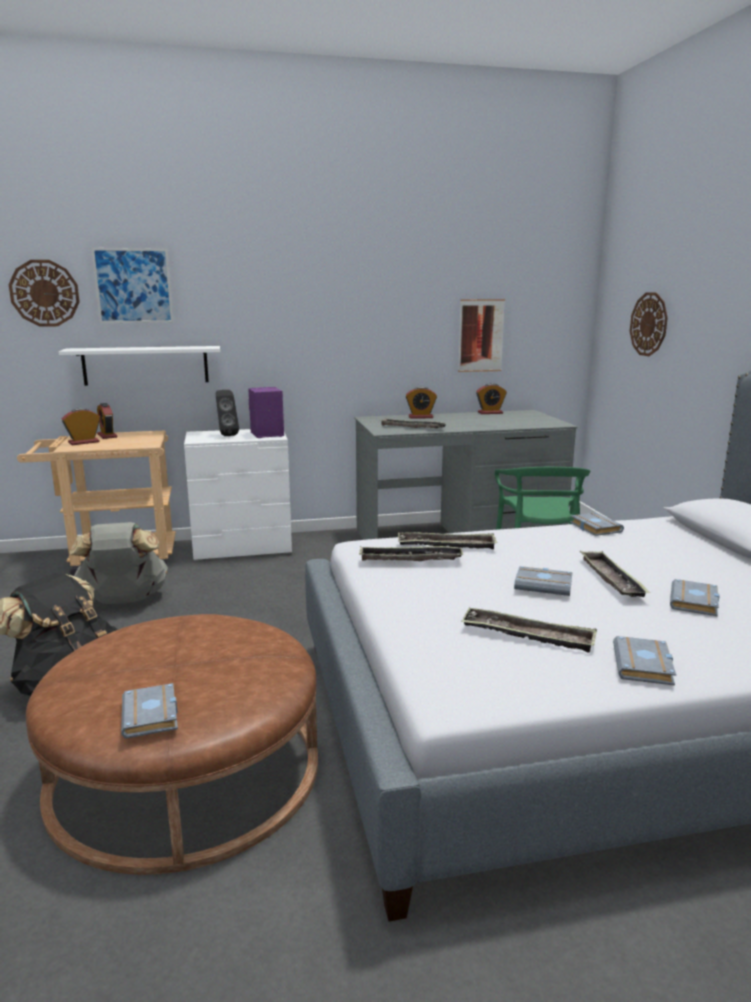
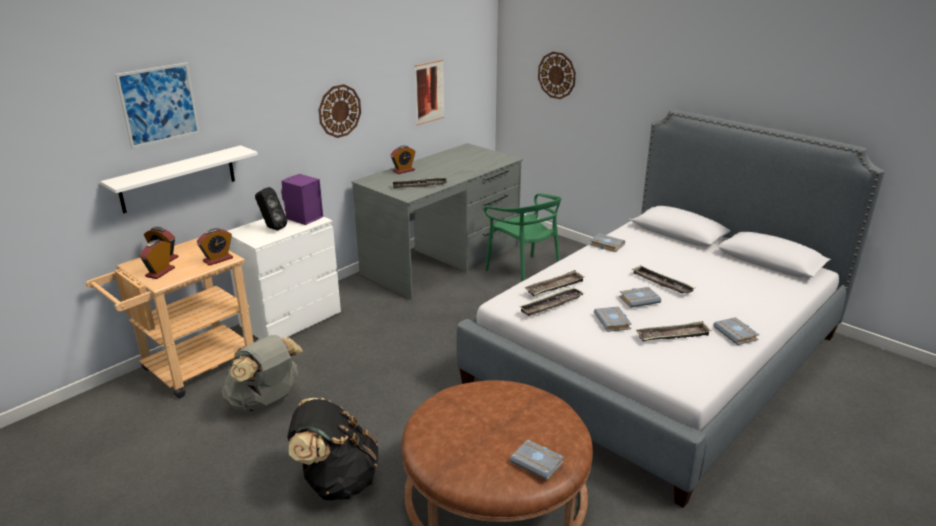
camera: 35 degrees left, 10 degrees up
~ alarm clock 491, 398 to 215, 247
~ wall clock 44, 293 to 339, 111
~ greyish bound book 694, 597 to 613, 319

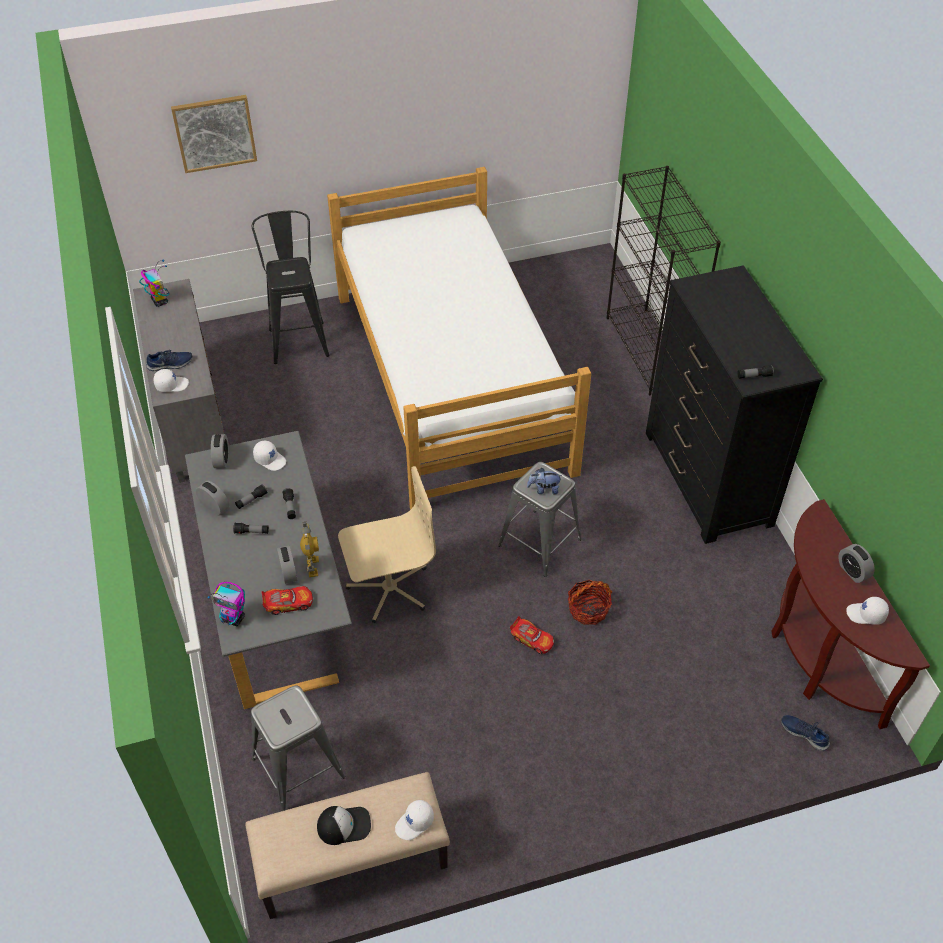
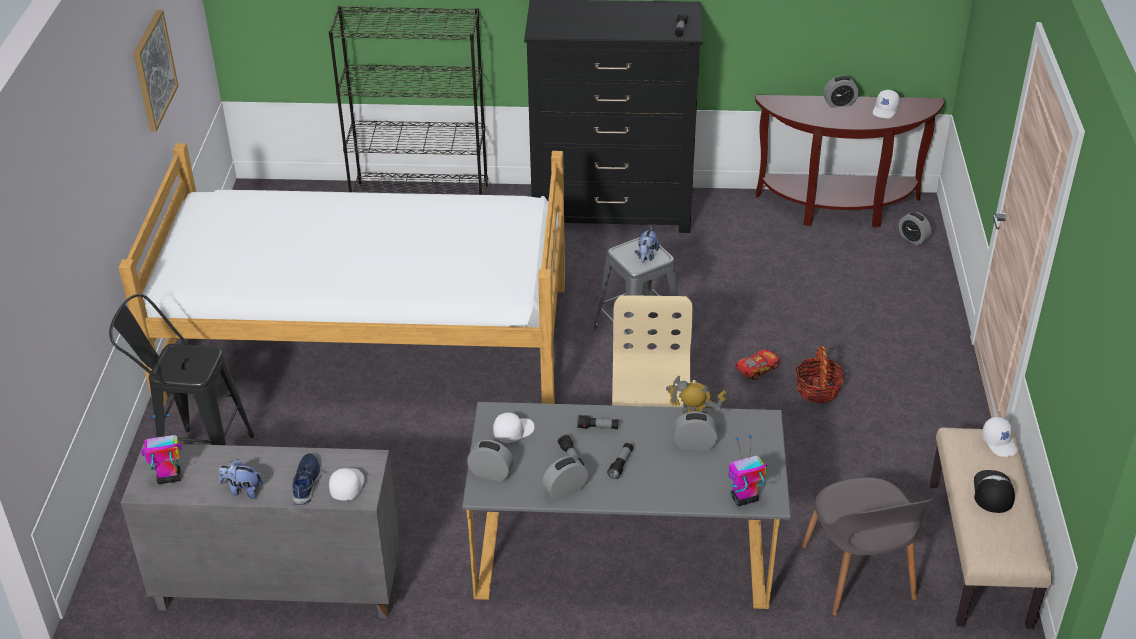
camera: 70 degrees left, 10 degrees down
~ wall art 214, 134 to 155, 71
+ soft toy 241, 479
~ model robot 226, 604 = 747, 470 150 degrees counterclockwise
~ storage basket 590, 602 to 820, 374
~ greyish sitting stool 298, 748 to greyish chair 868, 546
~ blue-coloured item of footwear 805, 733 to alarm clock 914, 229
- toy car 287, 600

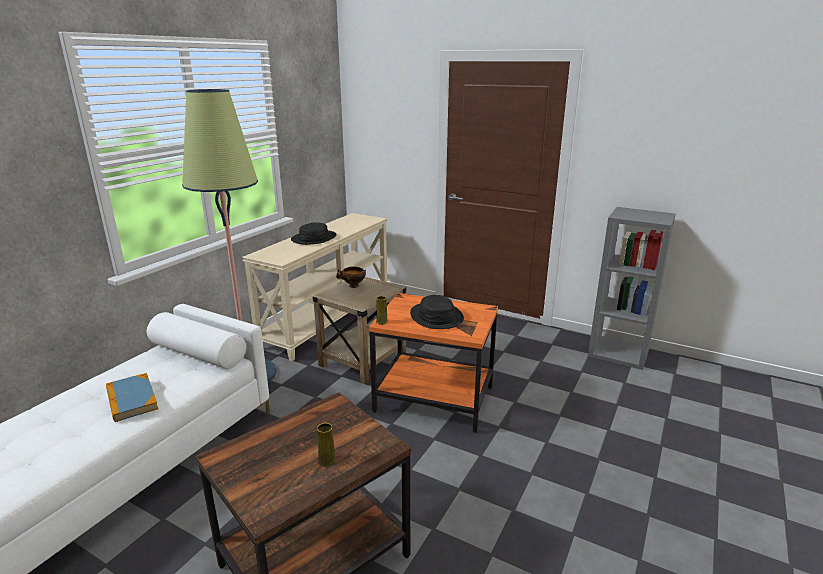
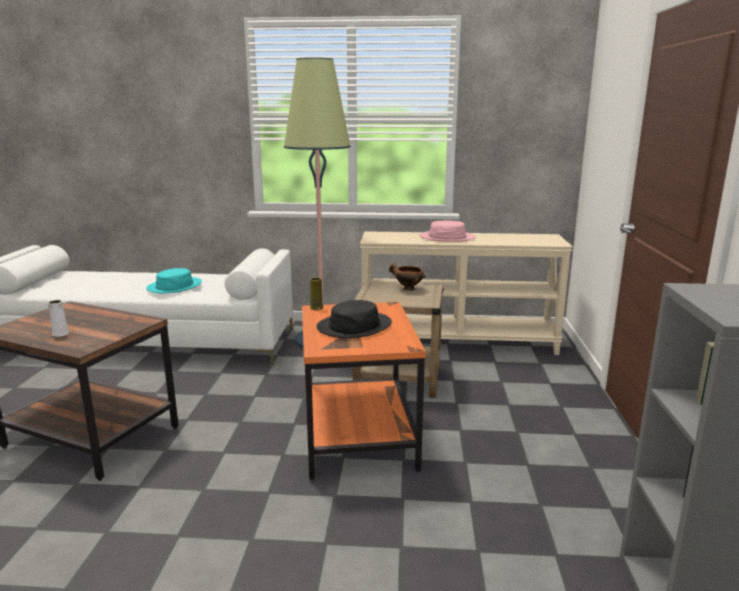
camera: 65 degrees right, 5 degrees down
~ yellowish decorative vase 326, 445 to white decorative vase 58, 318
~ bound book 132, 397 to blue-green clothing hat 174, 280
~ blackish clothing hat 313, 233 to pink-coloured clothing hat 447, 231

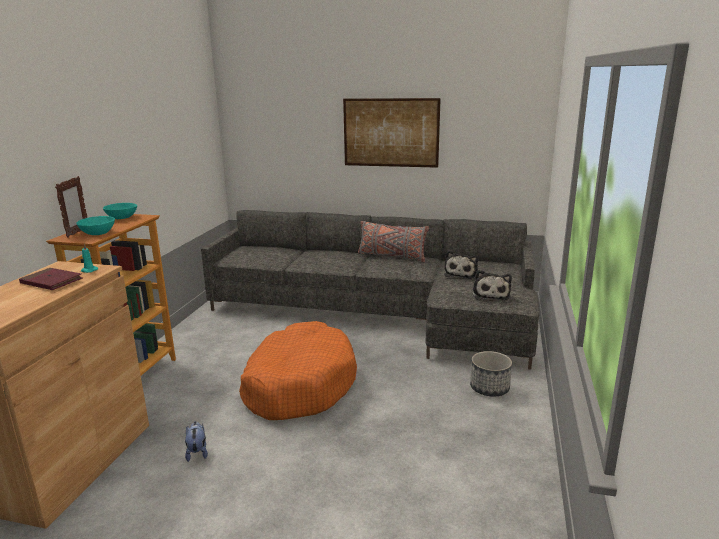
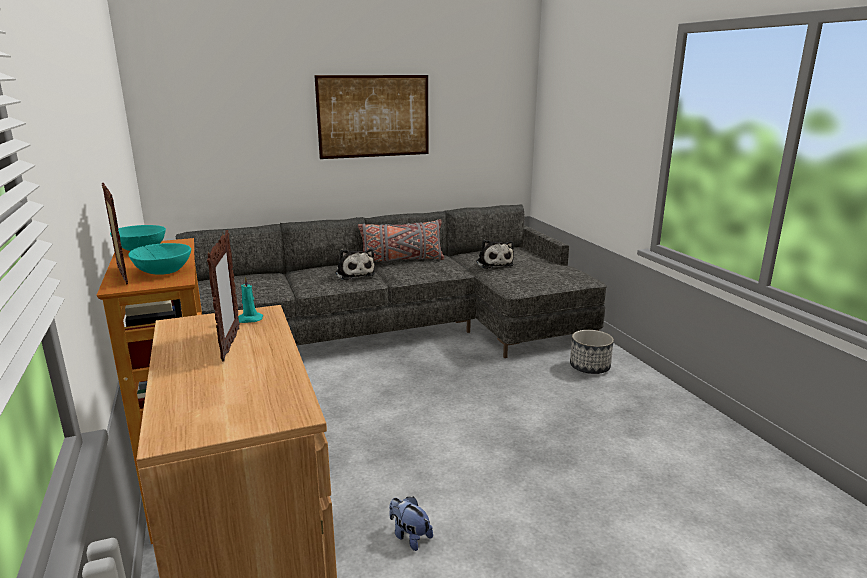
camera: 35 degrees left, 0 degrees up
~ red bound book 51, 279 to standing frame 223, 296
~ soft toy 492, 285 to 355, 264
- orange dog cushion 298, 370

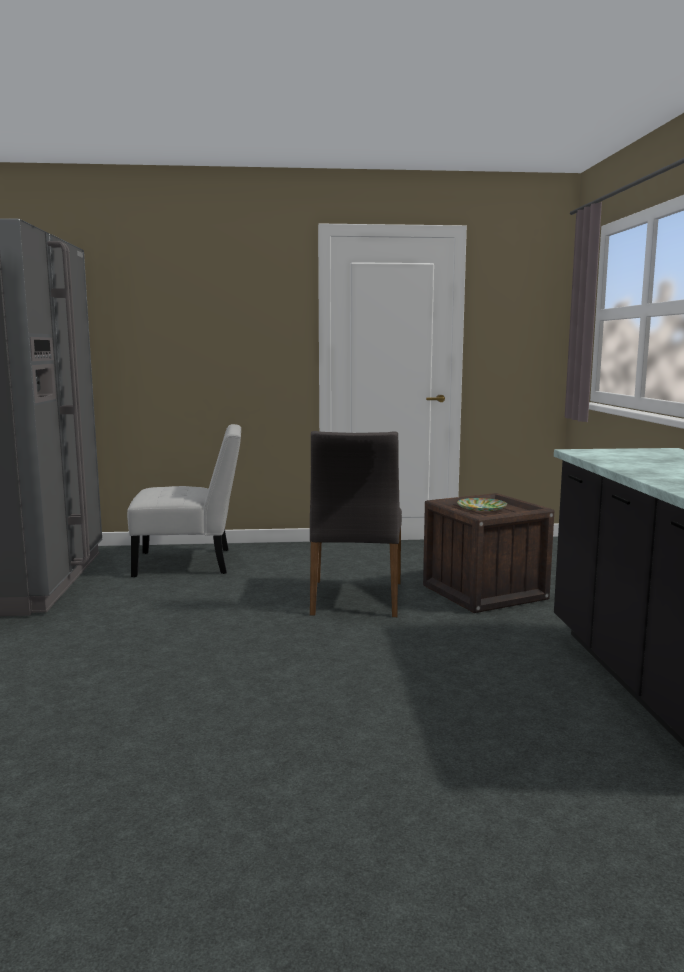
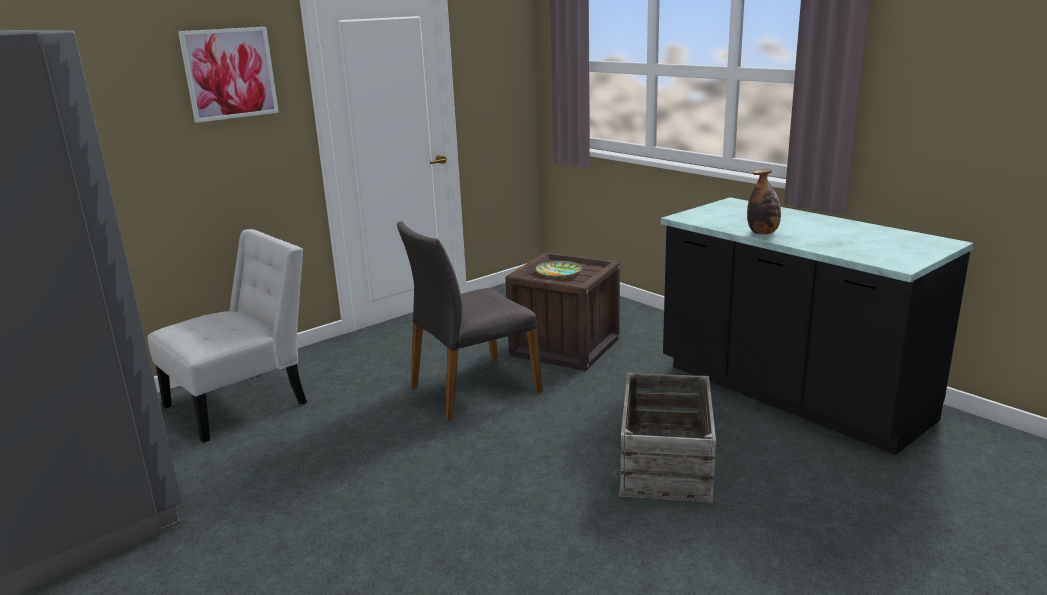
camera: 35 degrees left, 10 degrees up
+ wall art 228, 75
~ greyish chair 356, 524 = 469, 320 90 degrees clockwise
+ shipping crate 667, 438
+ beverage bottle 764, 201

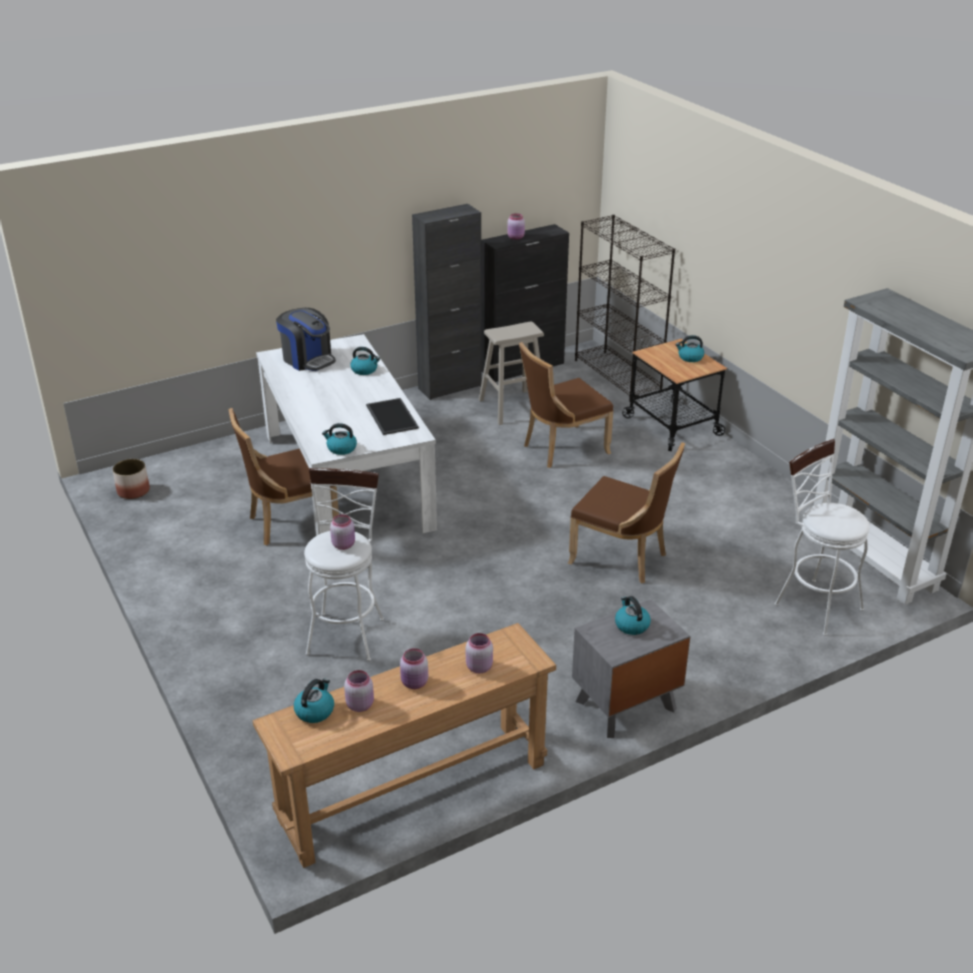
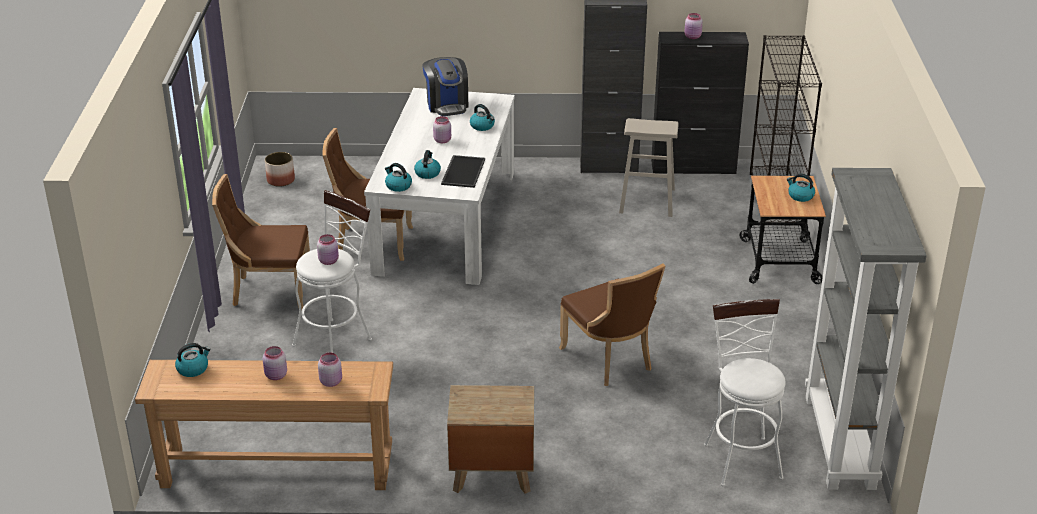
camera: 30 degrees right, 0 degrees up
~ brown-coloured chair 566, 405 to 261, 242
~ tea kettle 633, 615 to 427, 164
~ pink-coloured jar 359, 691 to 442, 129
~ greyish bedside table 631, 668 to brown-coloured bedside table 490, 439

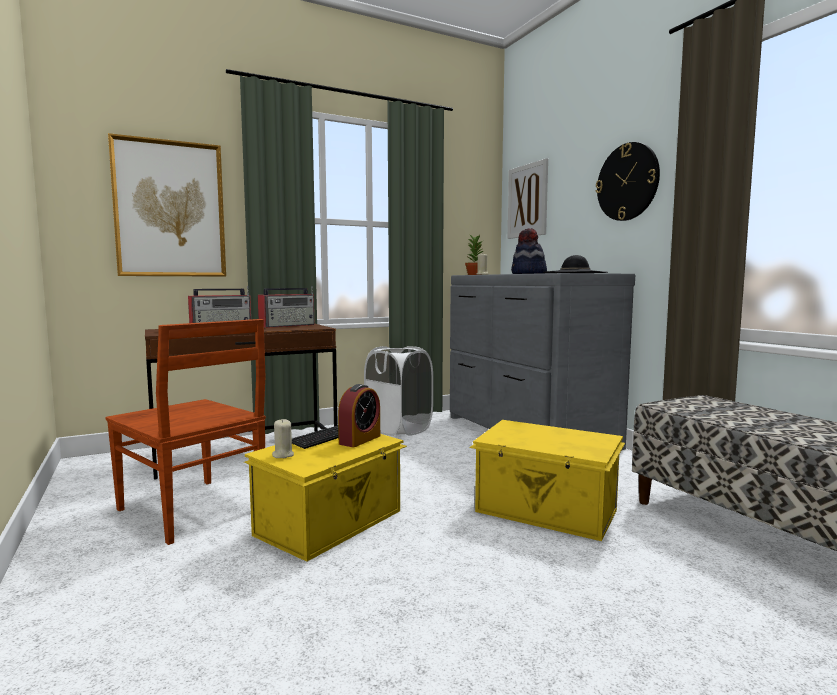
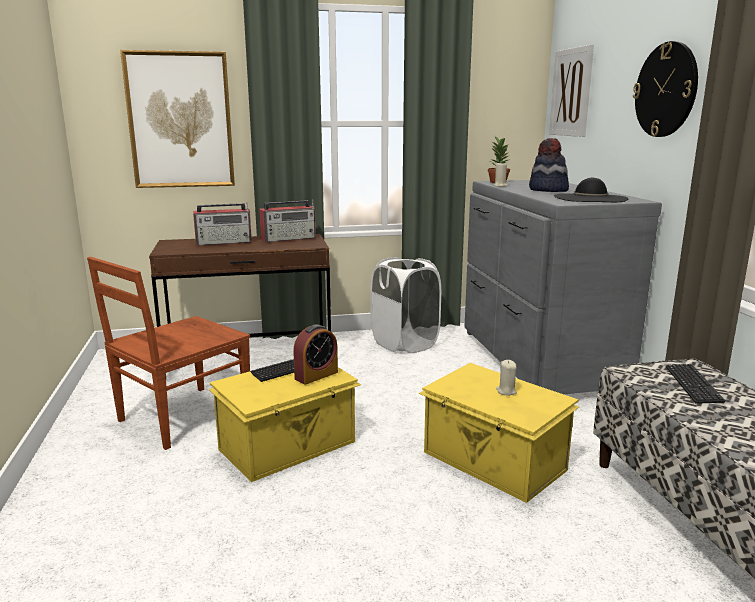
camera: 15 degrees right, 10 degrees up
~ brown-coloured chair 186, 432 = 168, 353 75 degrees clockwise
~ beige wax candle 283, 438 to 506, 378
+ PC keyboard 696, 384

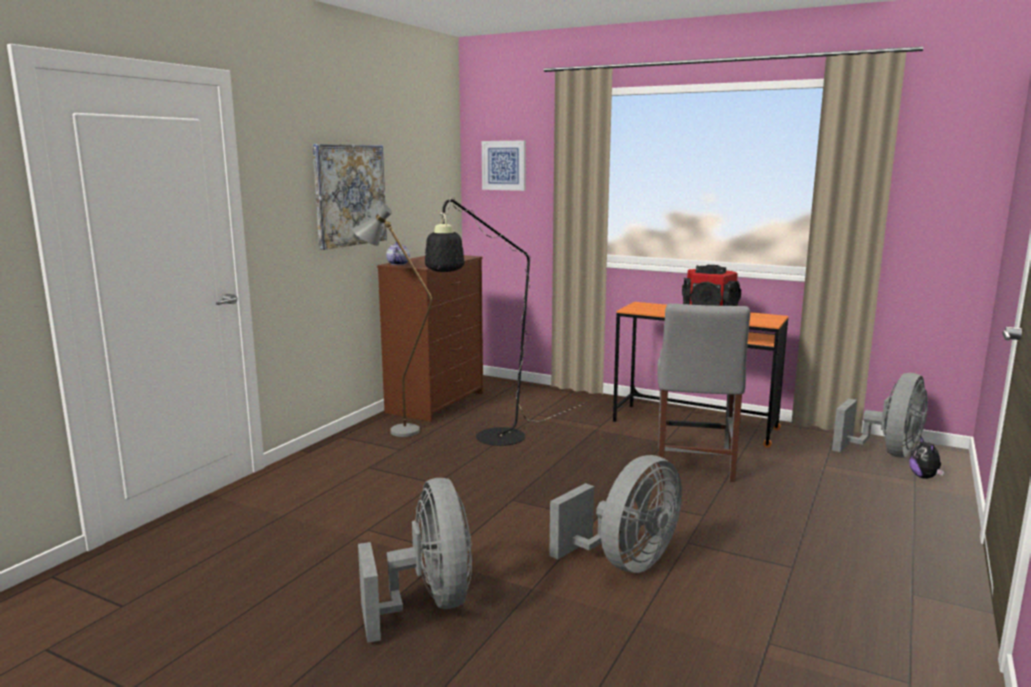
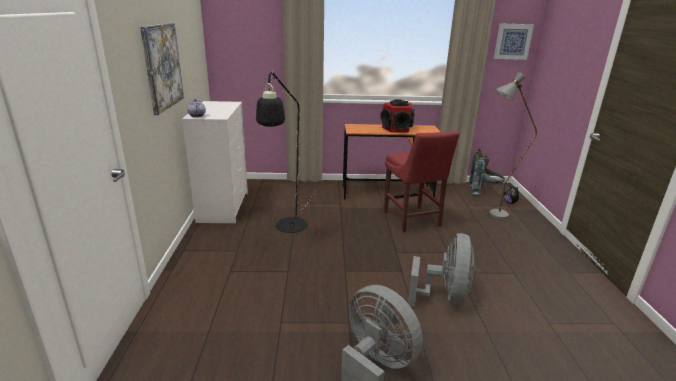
camera: 30 degrees left, 10 degrees up
~ brown-coloured drawer chest 430, 338 to white drawer chest 215, 162
~ greyish chair 703, 392 to red chair 422, 181
~ greyish electric fan 880, 415 to greyish knapsack 487, 171
~ greyish standard lamp 392, 320 to 513, 145
~ wall art 504, 166 to 514, 41

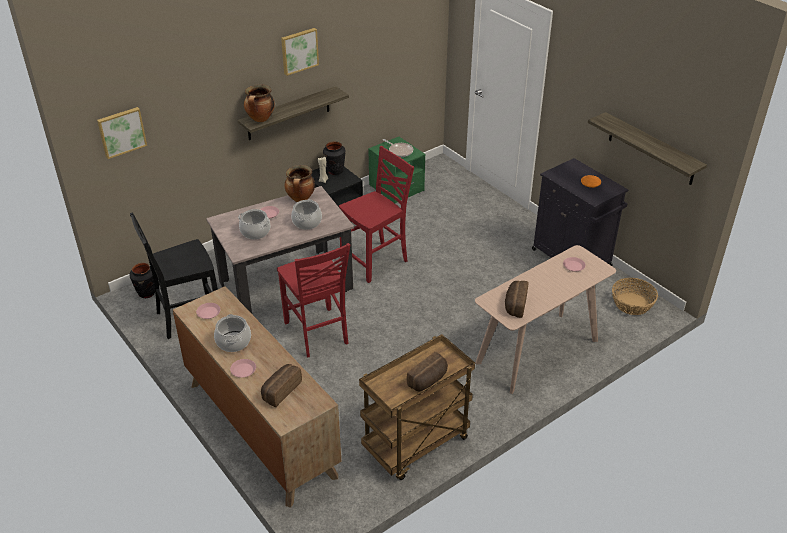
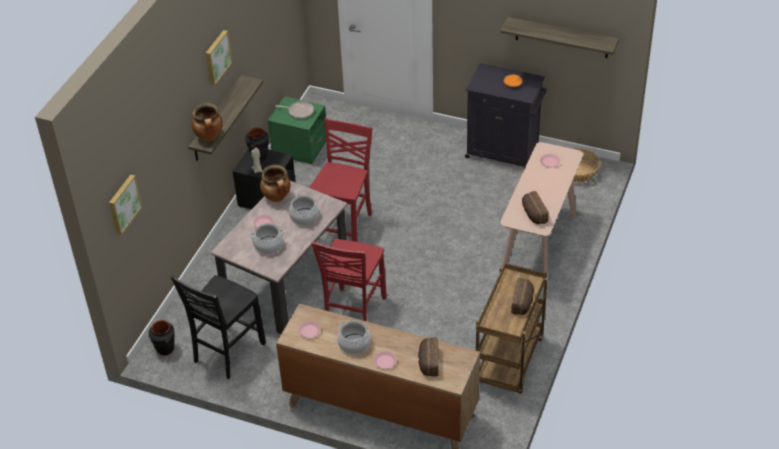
camera: 30 degrees left, 5 degrees up
~ red chair 313, 300 = 349, 280 75 degrees clockwise

